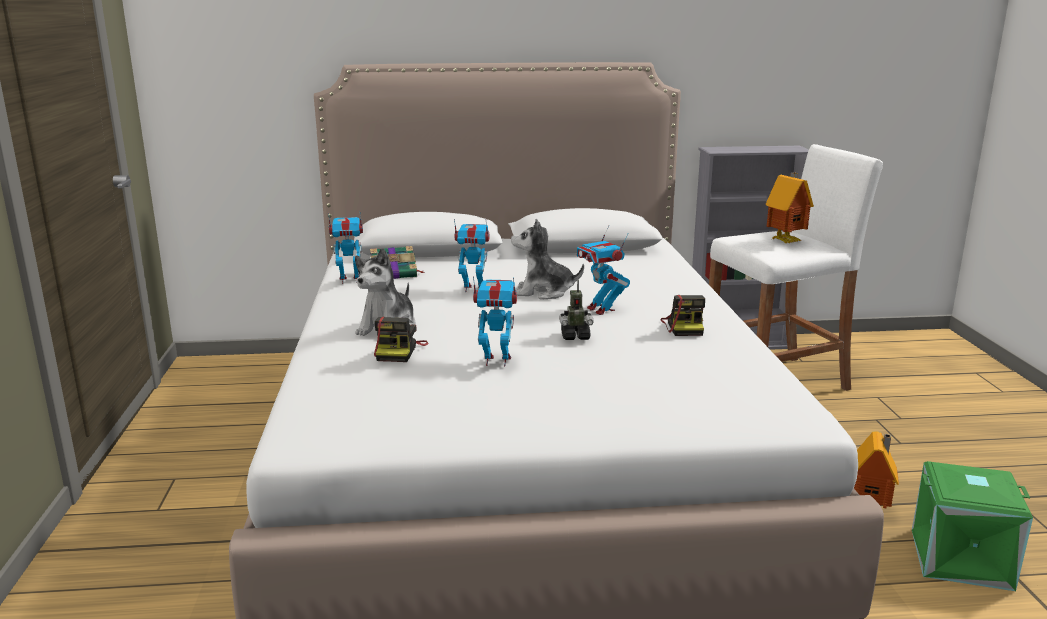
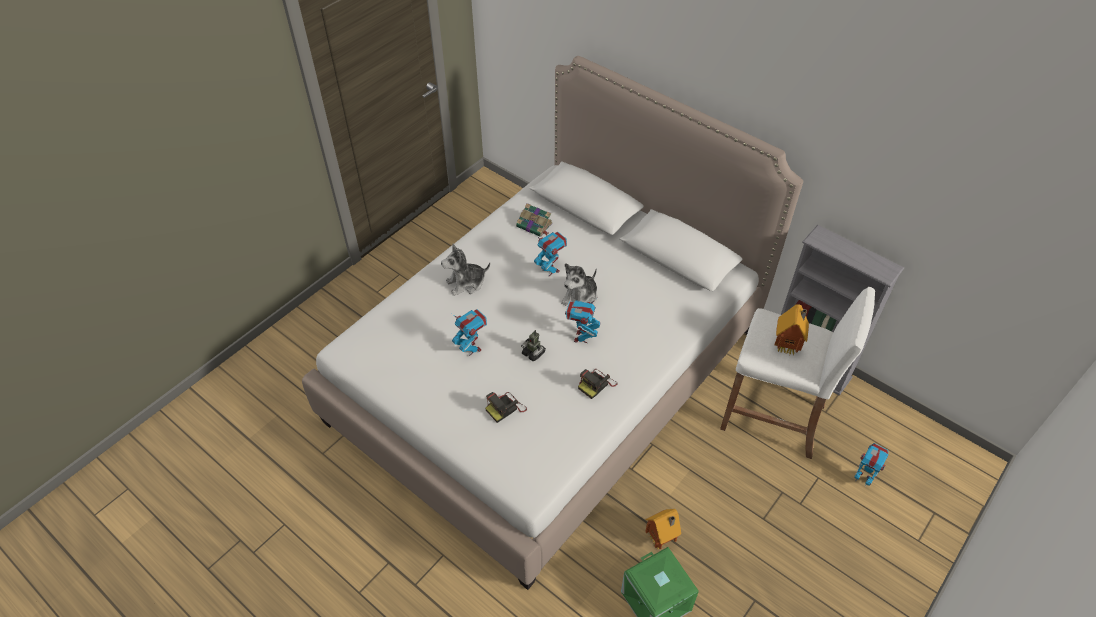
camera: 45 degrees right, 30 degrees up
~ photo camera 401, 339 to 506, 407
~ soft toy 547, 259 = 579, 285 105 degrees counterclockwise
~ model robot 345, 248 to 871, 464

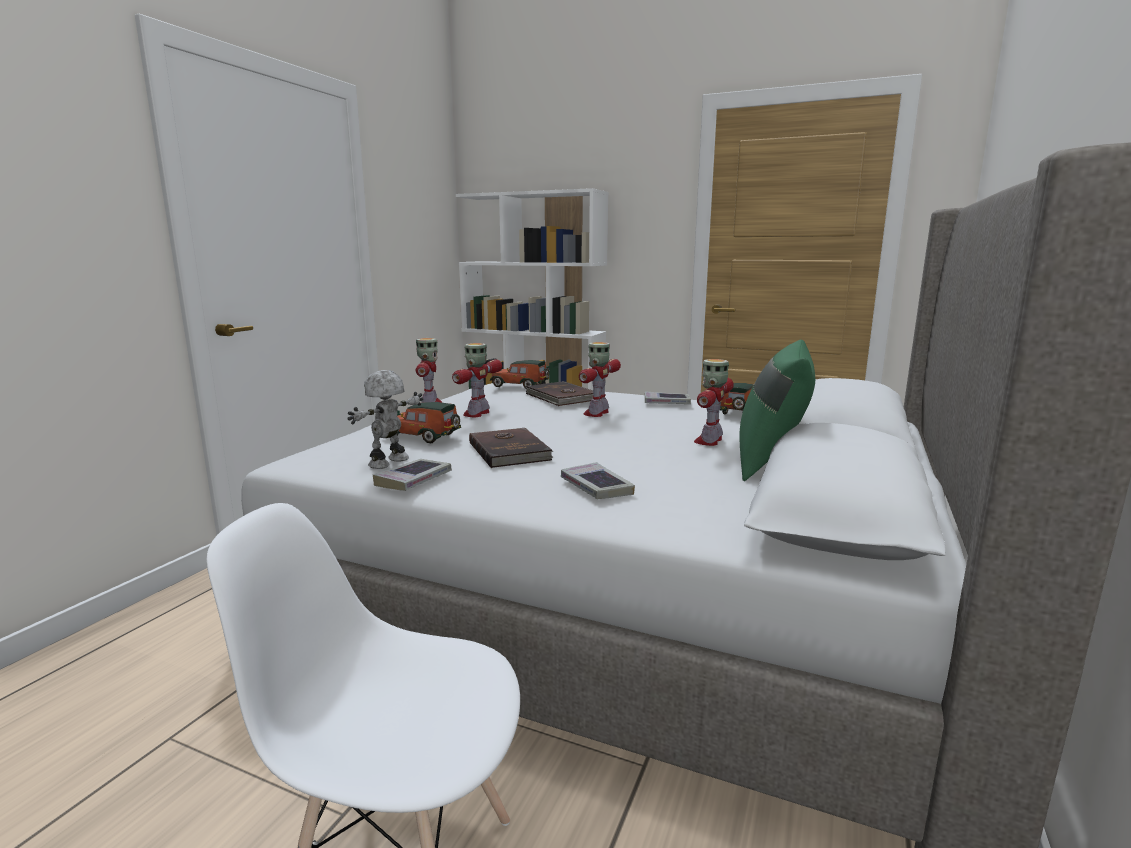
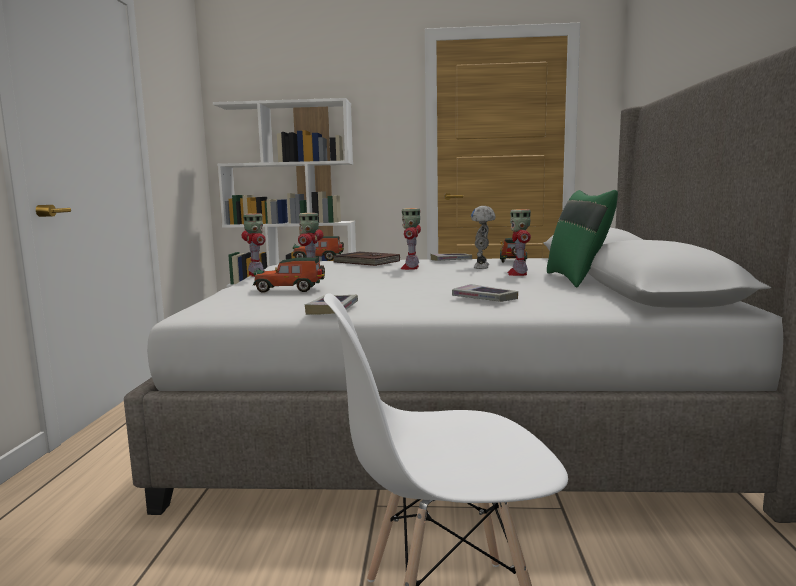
camera: 20 degrees left, 5 degrees down
~ model robot 385, 419 to 483, 237
- brown-coloured bound book 511, 448

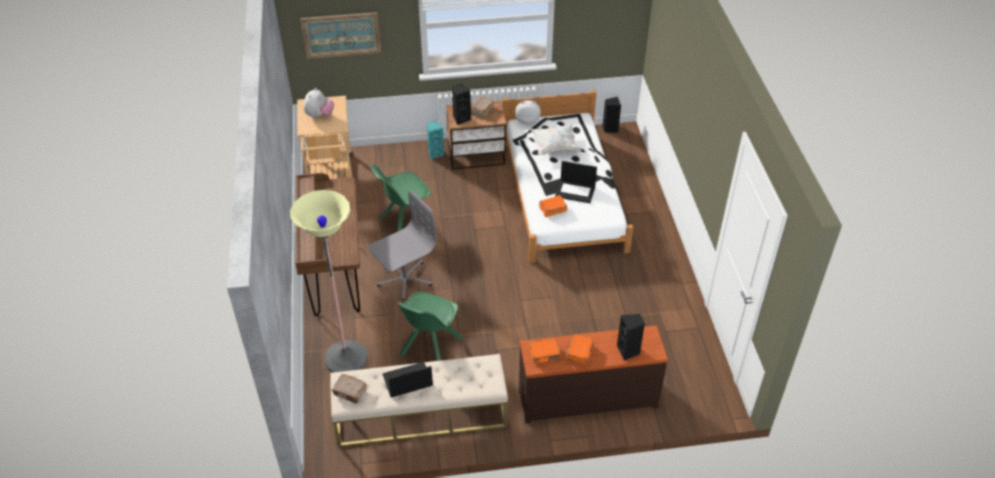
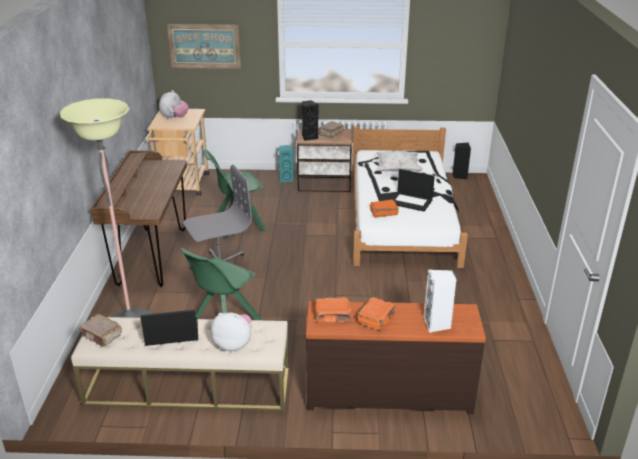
camera: 10 degrees right, 15 degrees down
~ soft toy 528, 112 to 231, 331
~ blackish loudspeaker 631, 337 to white loudspeaker 440, 301

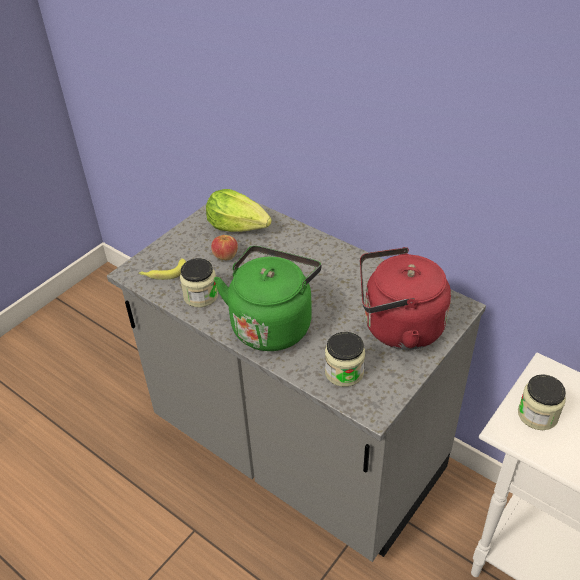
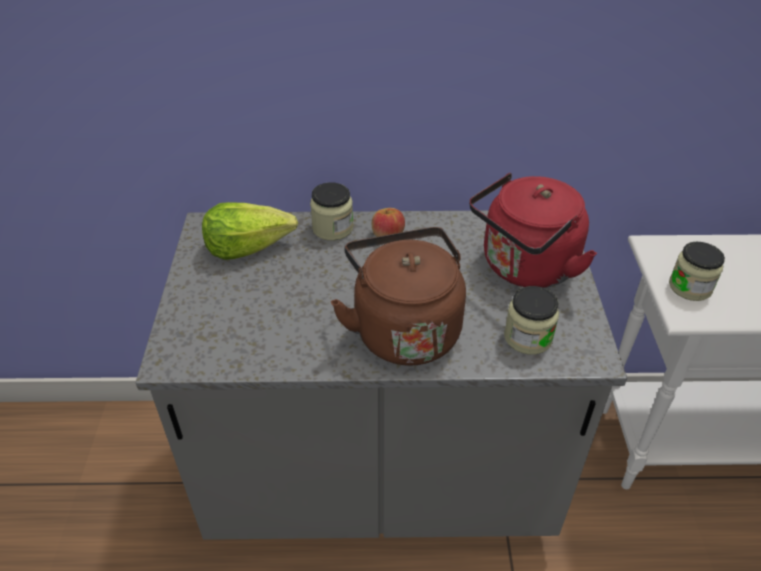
camera: 40 degrees left, 0 degrees up
~ jar 199, 283 to 331, 211
~ green-coloured tea kettle 268, 298 to brown-coloured tea kettle 398, 296
~ apple fruit 224, 247 to 388, 222
- banana 162, 269

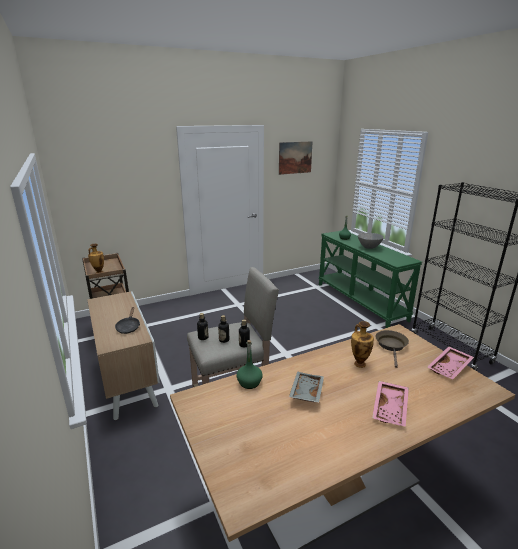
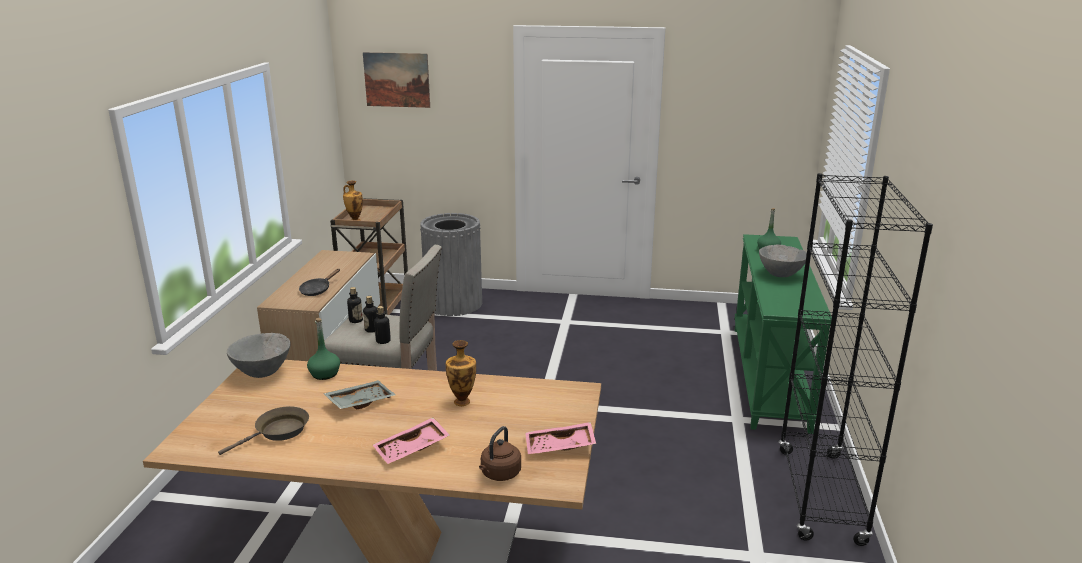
camera: 35 degrees right, 0 degrees up
~ brown-coloured frying pan 392, 349 to 263, 430
+ greyish bowl 258, 355
~ wall art 296, 158 to 396, 80
+ greyish rubbish bin 451, 264
+ brown-coloured tea kettle 500, 453

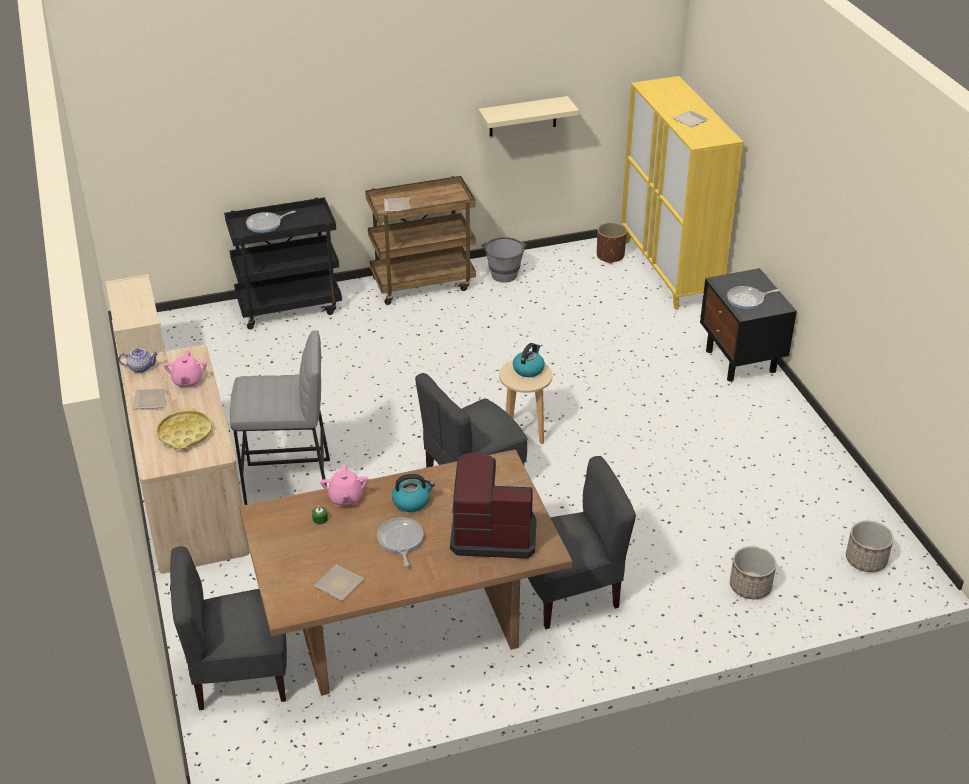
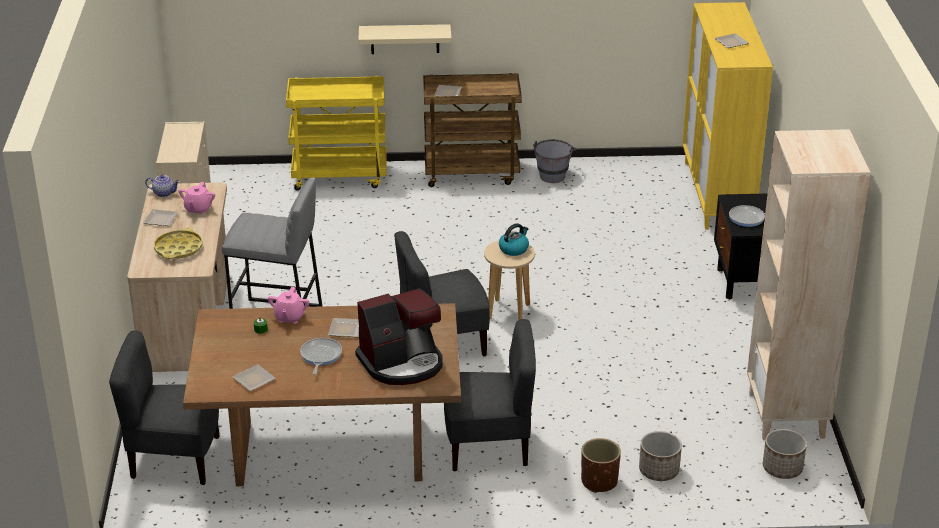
camera: 15 degrees right, 5 degrees down
~ blackish trolley 283, 263 to yellowish trolley 336, 133
~ tea kettle 413, 493 to flat dish 343, 327
~ coffee machine 493, 505 = 399, 336 135 degrees clockwise
~ beige wall shelf 528, 116 to 405, 39
~ brown-coloured flower pot 612, 243 to 601, 465
+ beige bookcase 809, 284
- frying pan 271, 222

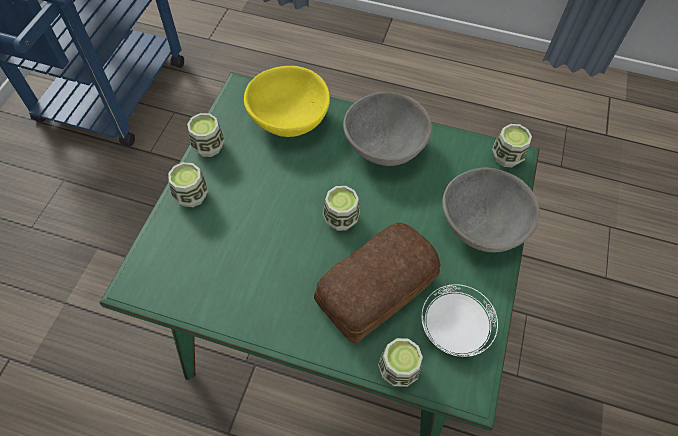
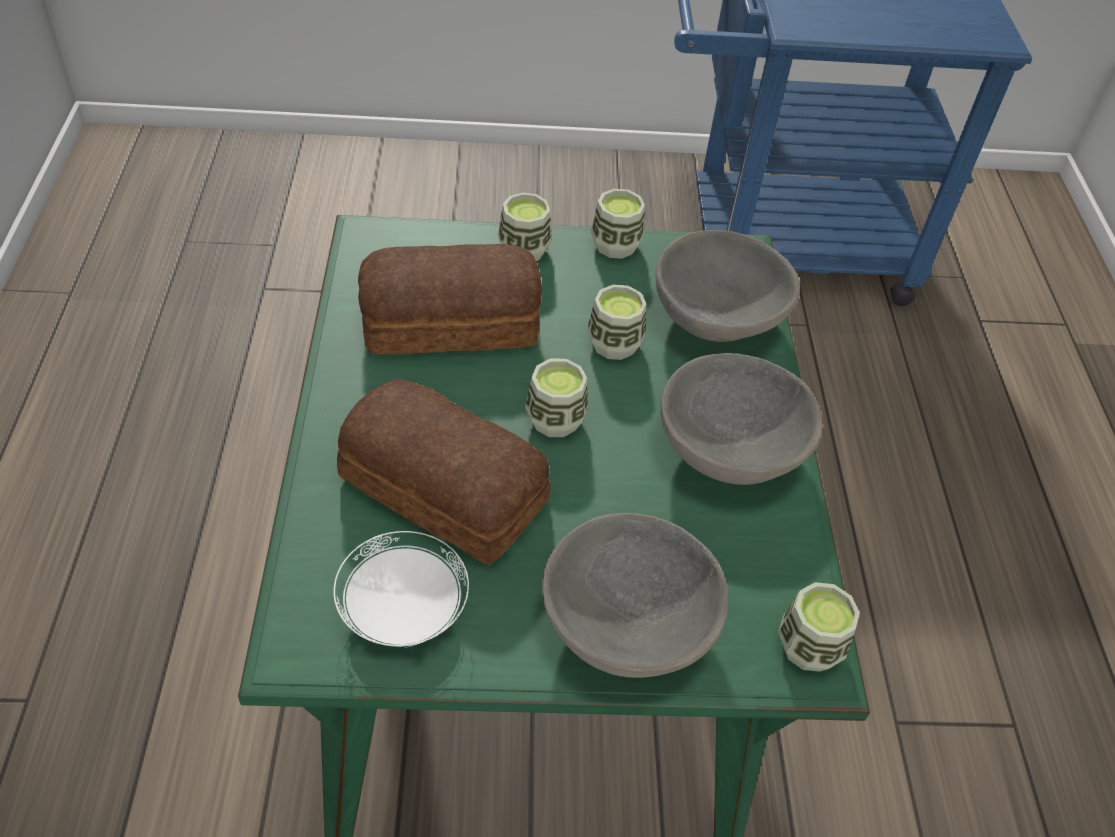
camera: 70 degrees right, 10 degrees down
+ bread 450, 299
~ drinking cup 400, 362 to 616, 322
~ yellowish bowl 287, 101 to greyish bowl 728, 286

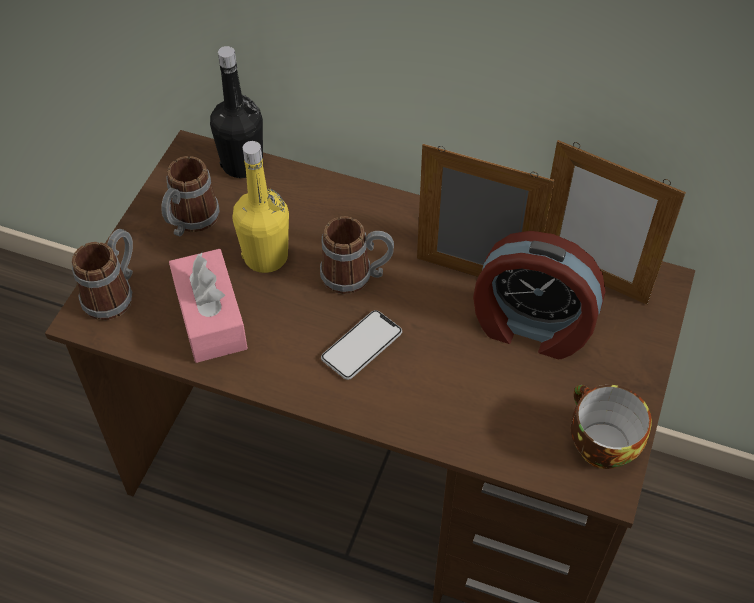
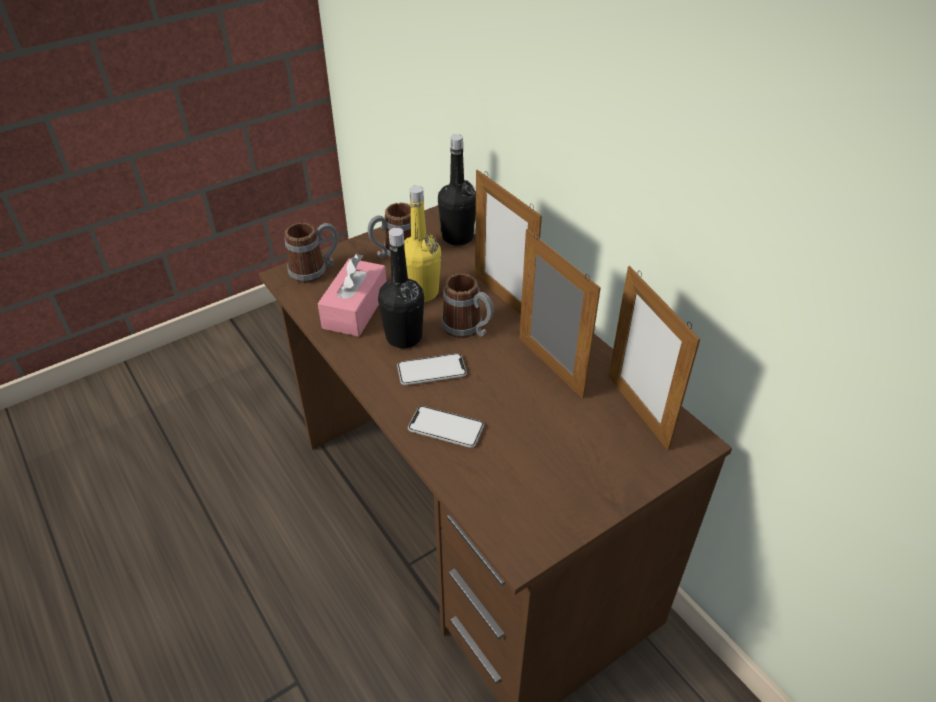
camera: 35 degrees right, 10 degrees down
+ blackish beverage bottle 401, 288
+ handset 446, 427
+ standing frame 508, 242
- alarm clock 539, 295
- drinking cup 611, 427

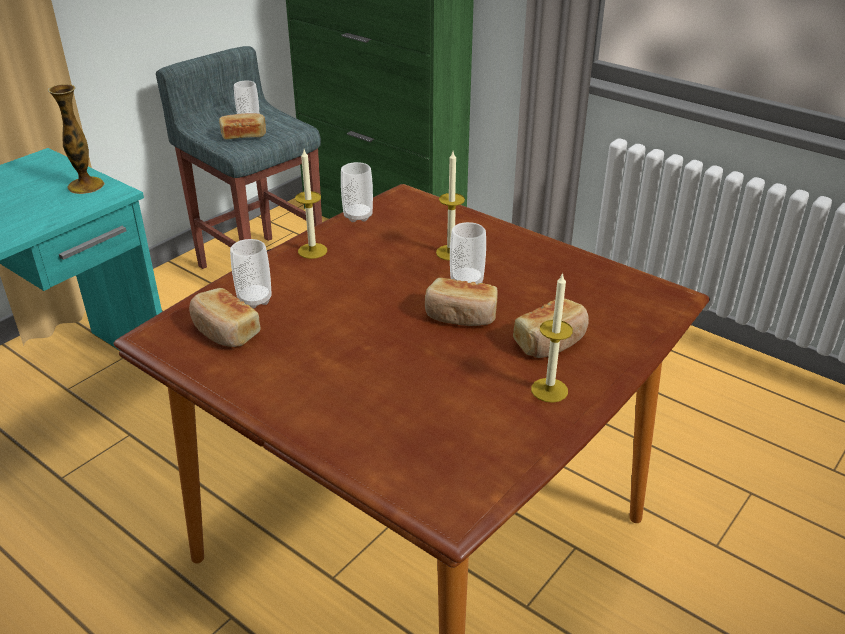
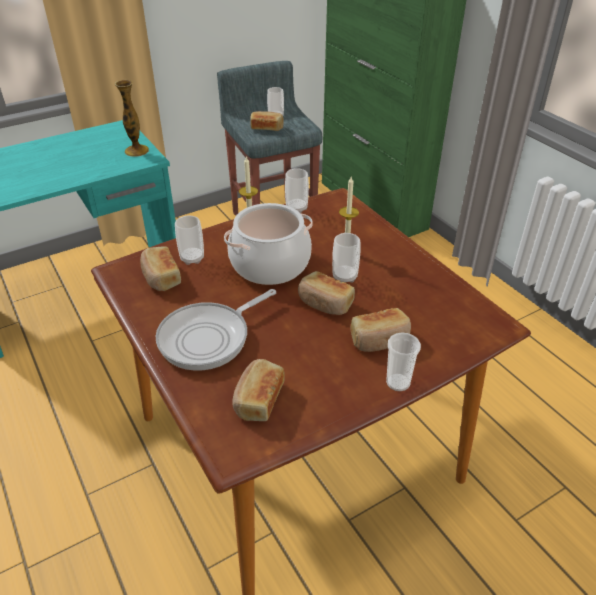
camera: 20 degrees right, 5 degrees up
+ frying pan 216, 330
+ stockpot 268, 244
+ bread 258, 390
+ drinking cup 403, 362
- wax candle 552, 338

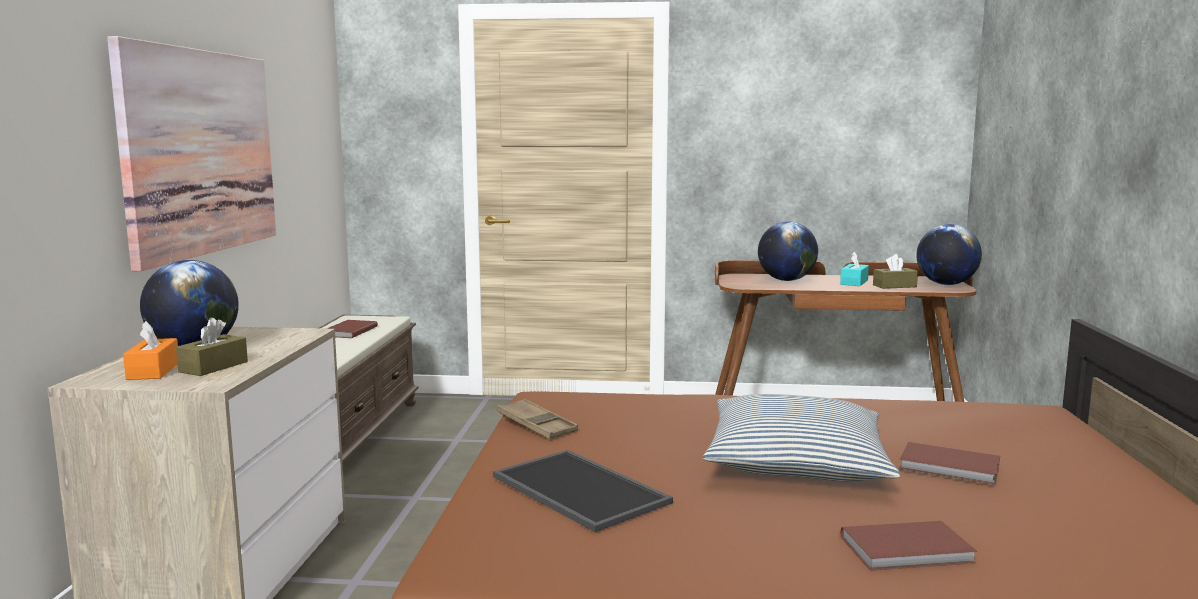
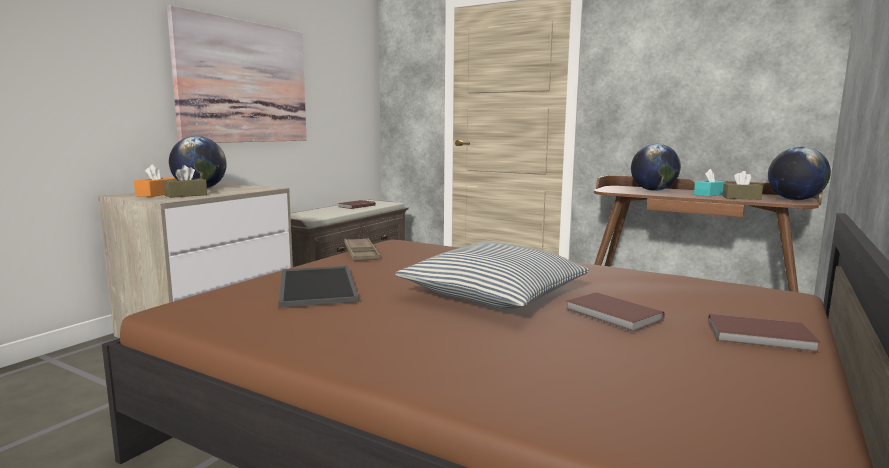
camera: 25 degrees right, 0 degrees up
~ brown-coloured bound book 909, 546 to 764, 333

